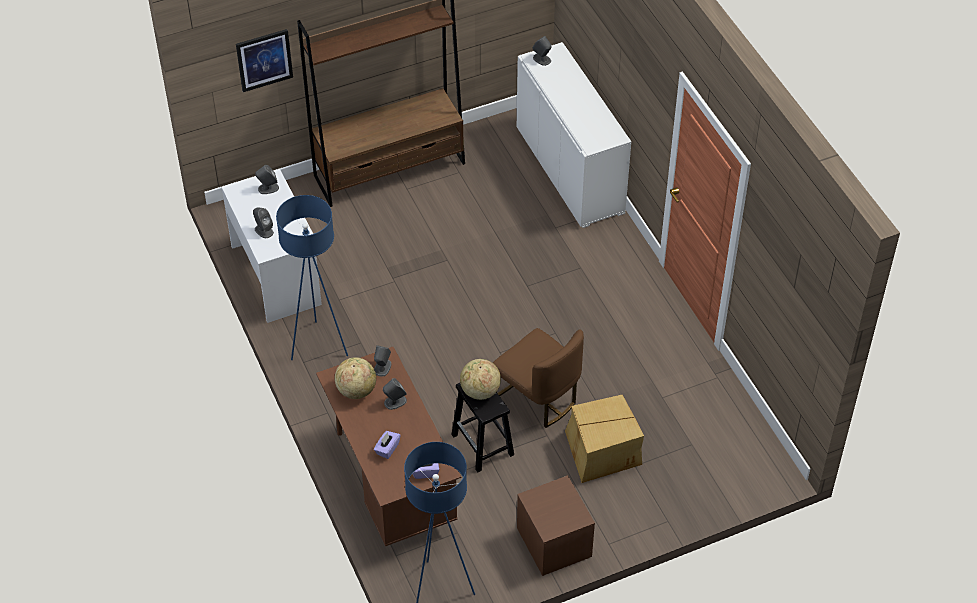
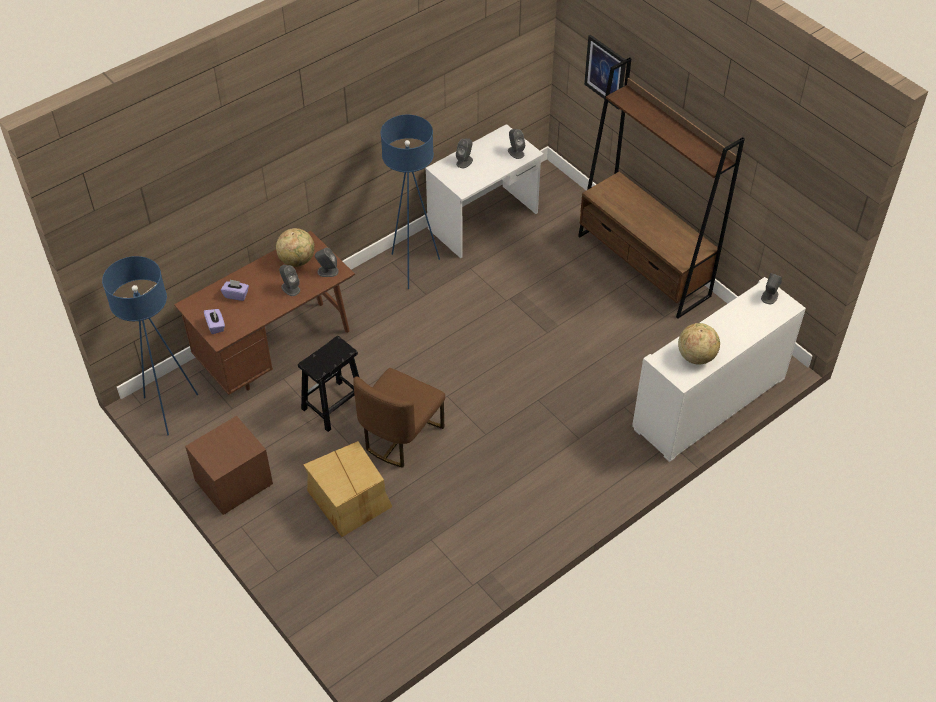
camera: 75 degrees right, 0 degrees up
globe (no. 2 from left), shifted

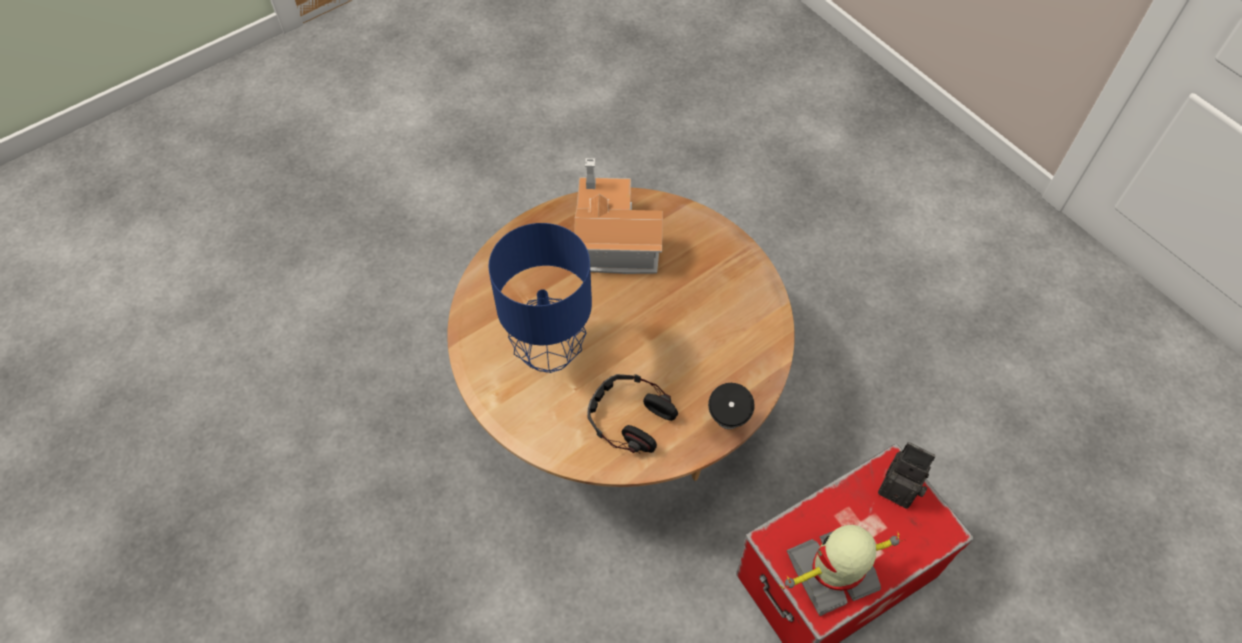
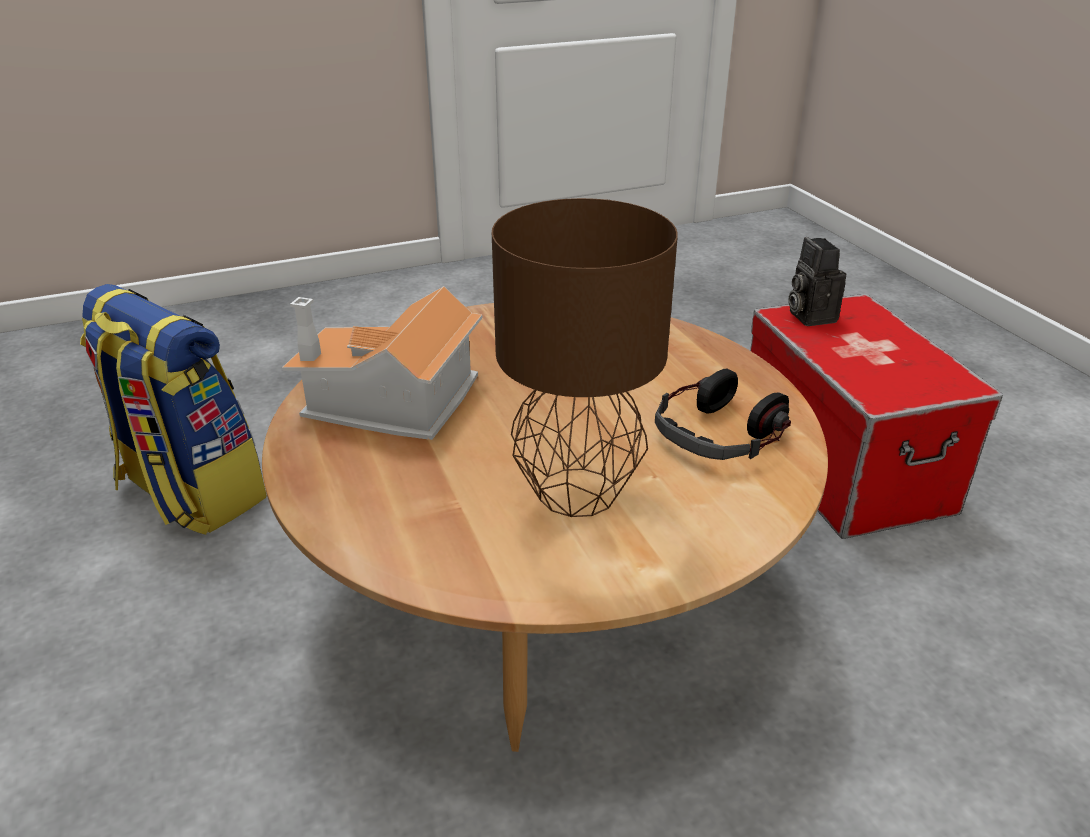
camera: 75 degrees left, 25 degrees down
table lamp (blue) → table lamp (brown)
cup → -
photo camera, 60 degrees counterclockwise
toy robot → -
- → backpack

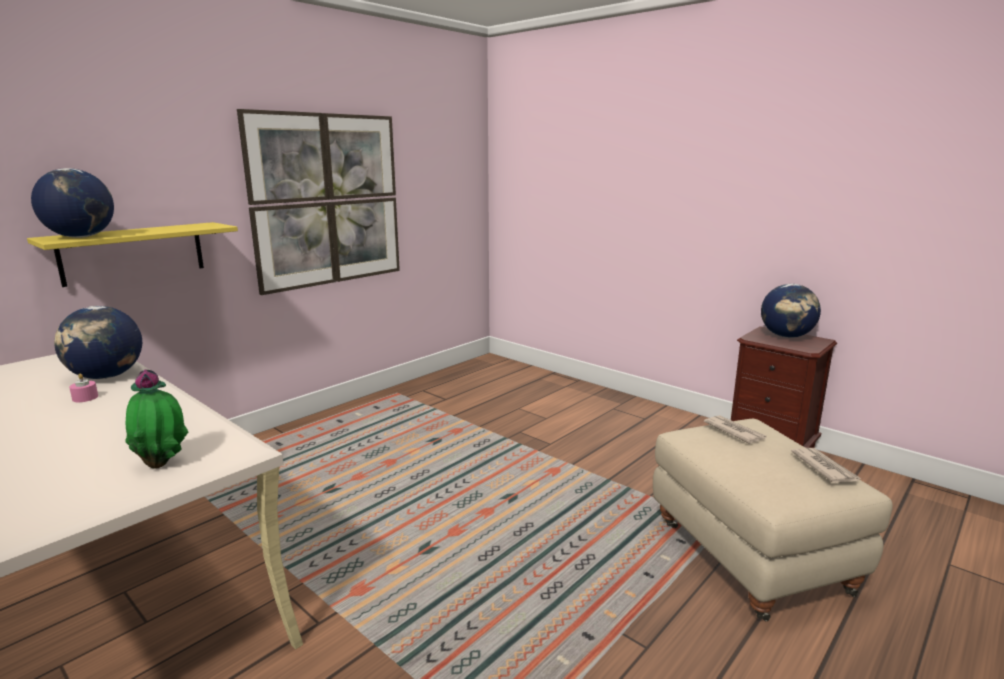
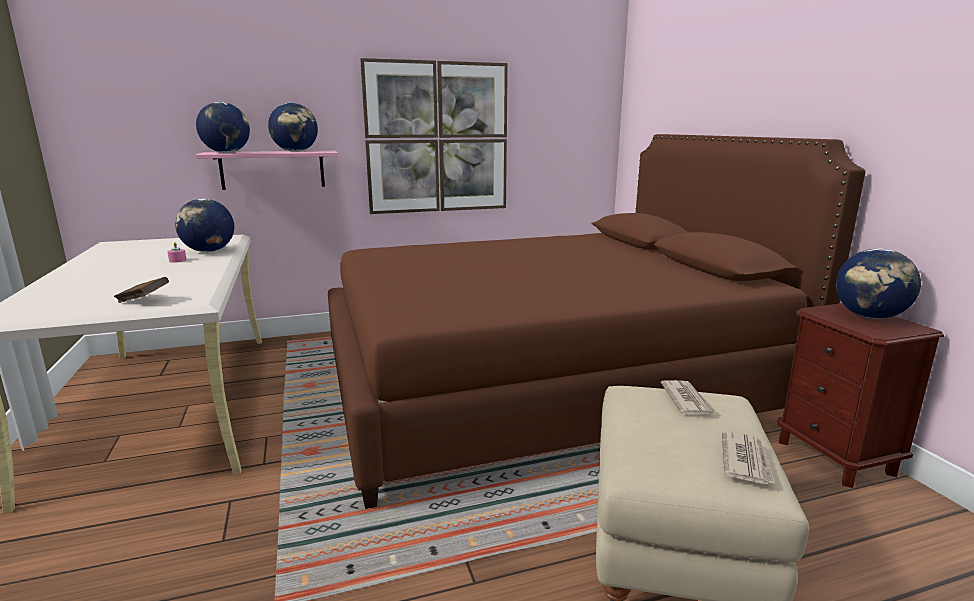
camera: 30 degrees right, 0 degrees up
shelf (yellow) → shelf (pink)
potted plant → book (brown)
- → globe (no. 3 from left)
- → bed (brown)

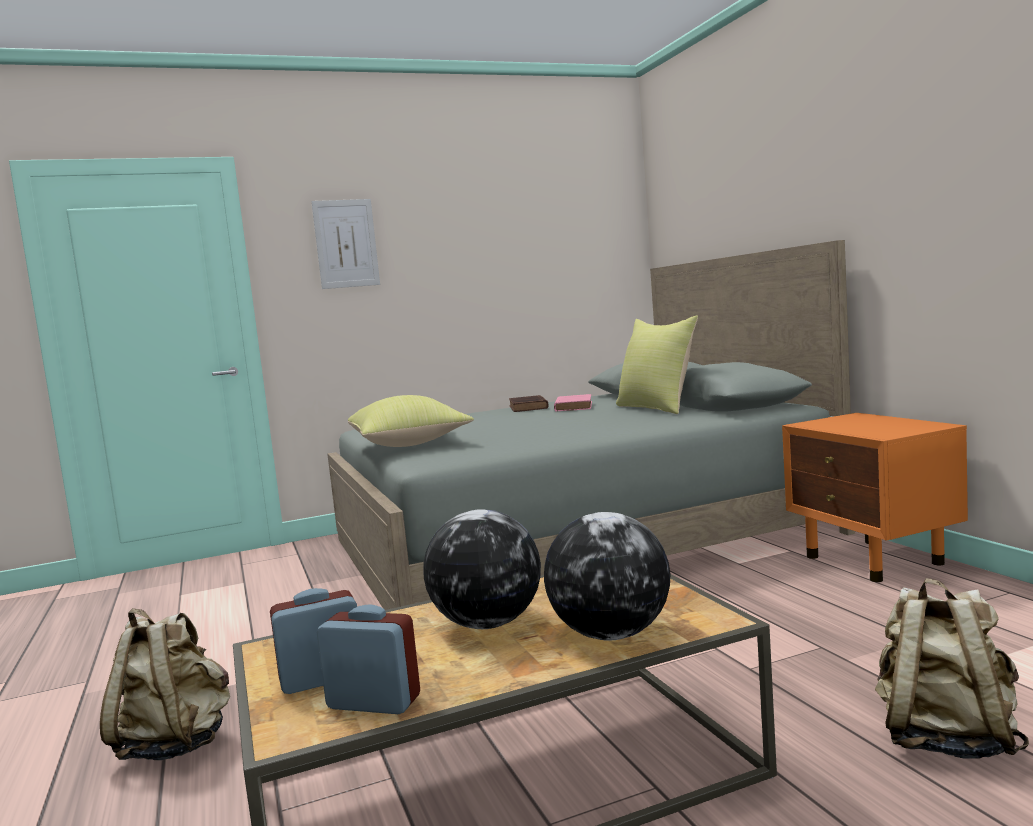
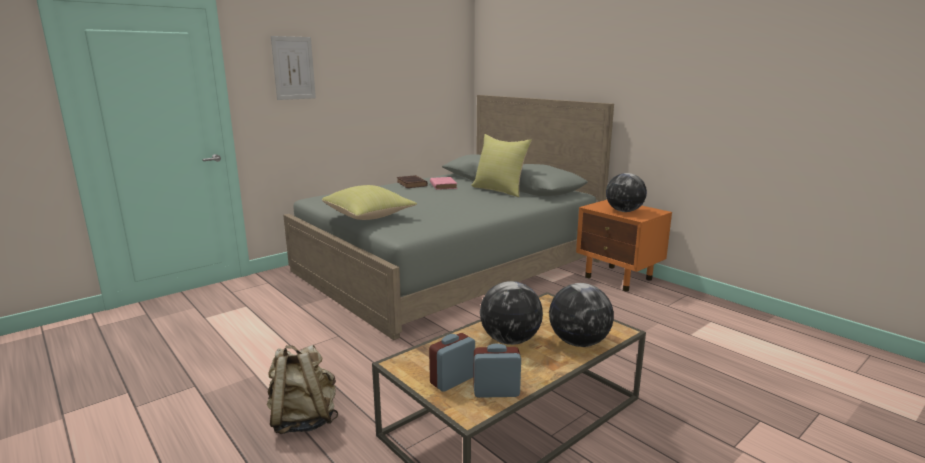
camera: 20 degrees left, 10 degrees up
backpack (beige) (no. 2 from left) → -
- → globe (no. 3 from left)

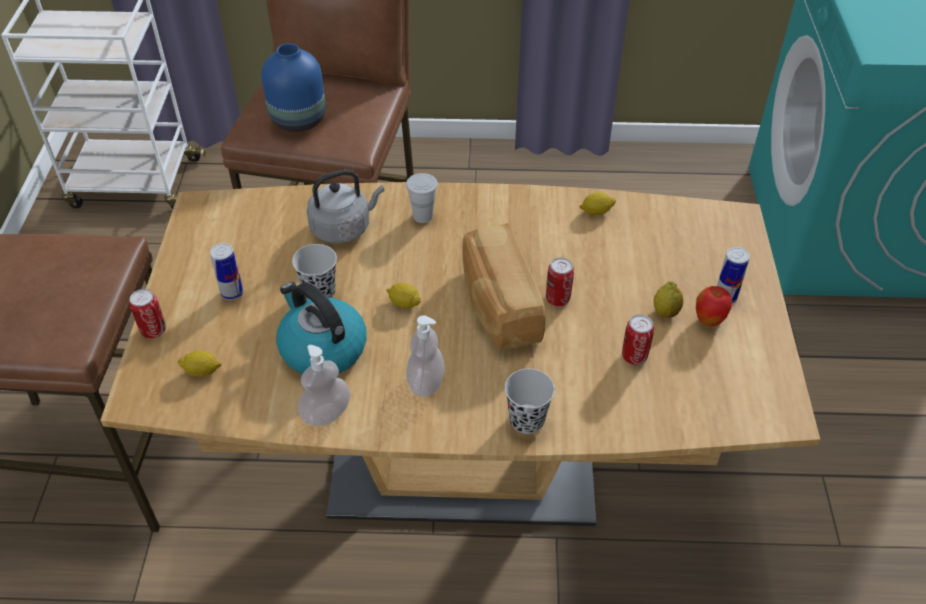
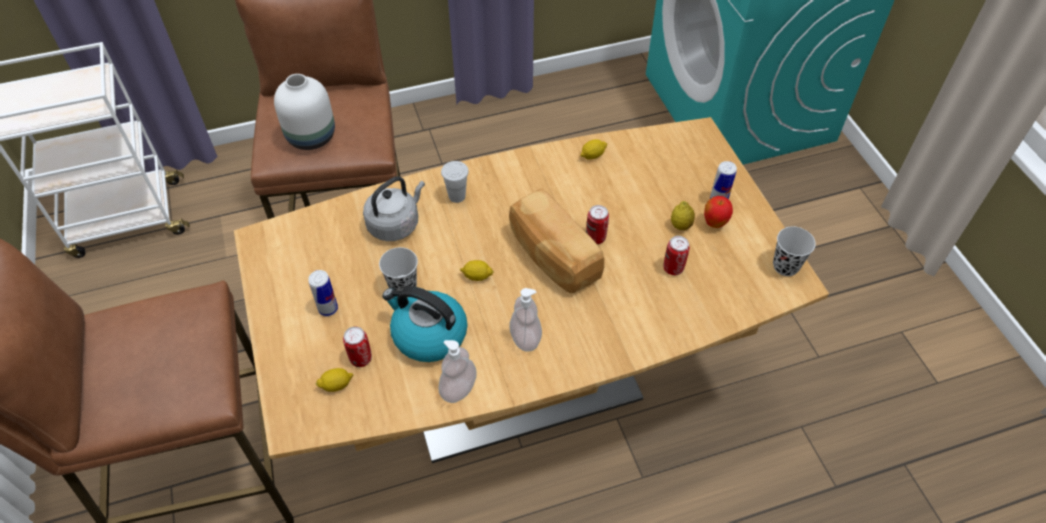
camera: 20 degrees left, 5 degrees up
vase (blue) → vase (white)
can (no. 1 from left in the first image) → can (no. 2 from left), shifted
cup (black) (no. 2 from left), shifted

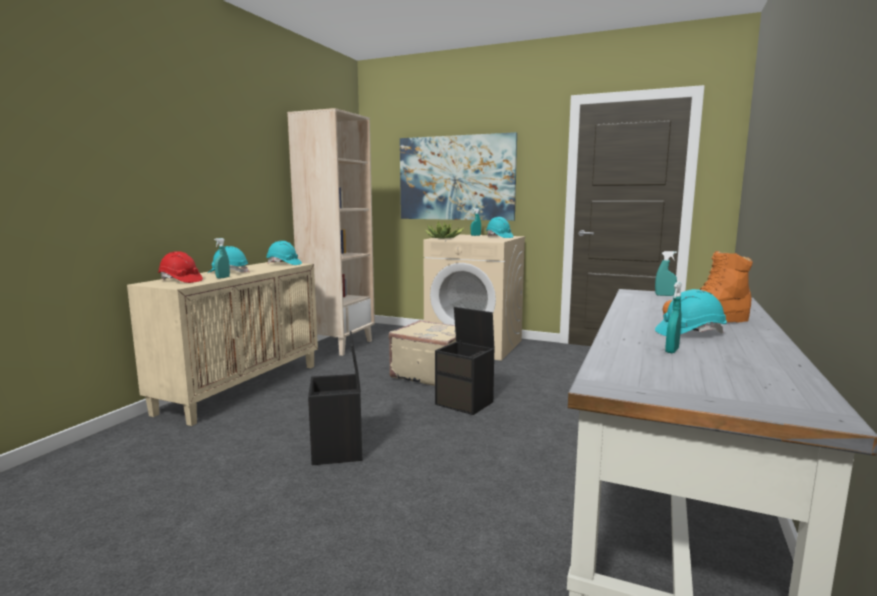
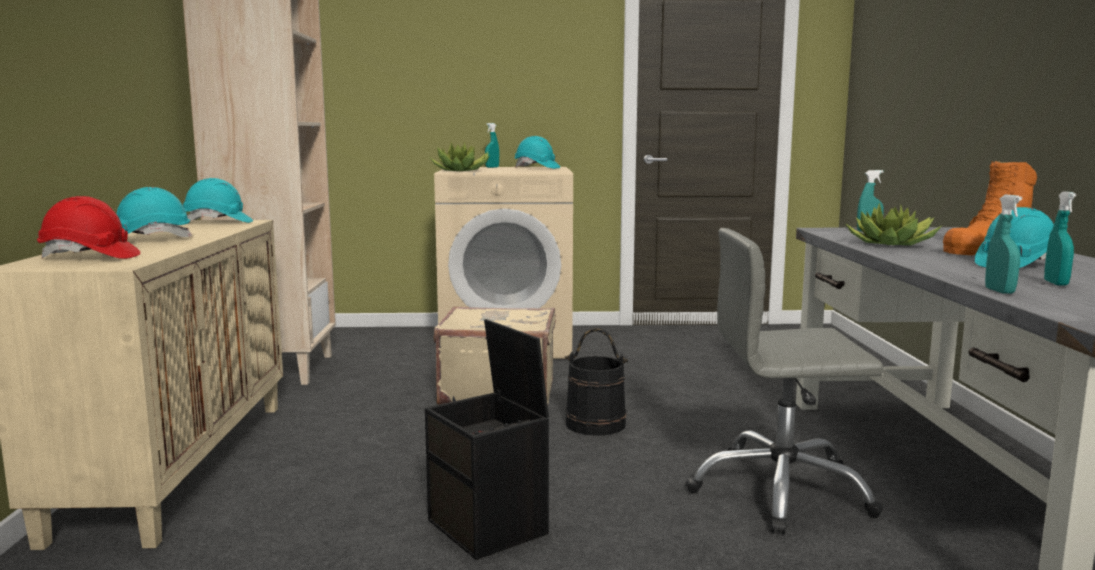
camera: 25 degrees left, 0 degrees up
picture → -
spray bottle (turquoise) (no. 1 from left in the first image) → spray bottle (turquoise) (no. 3 from left), shifted
storage box (black) (no. 2 from left) → bucket (black)
- → potted plant (no. 2 from left)
- → office chair (grey)

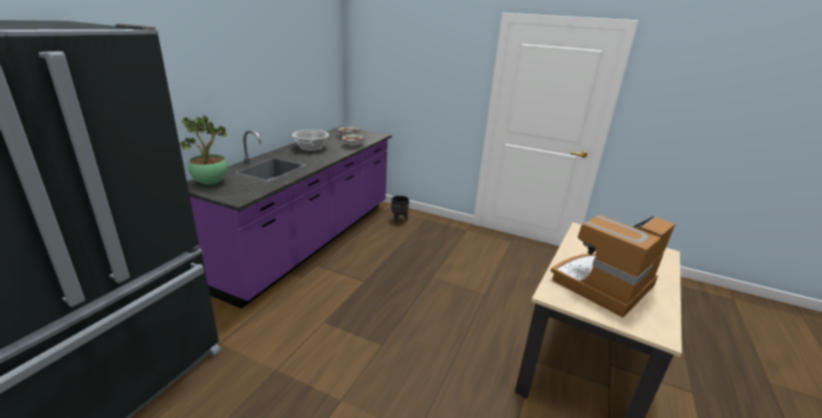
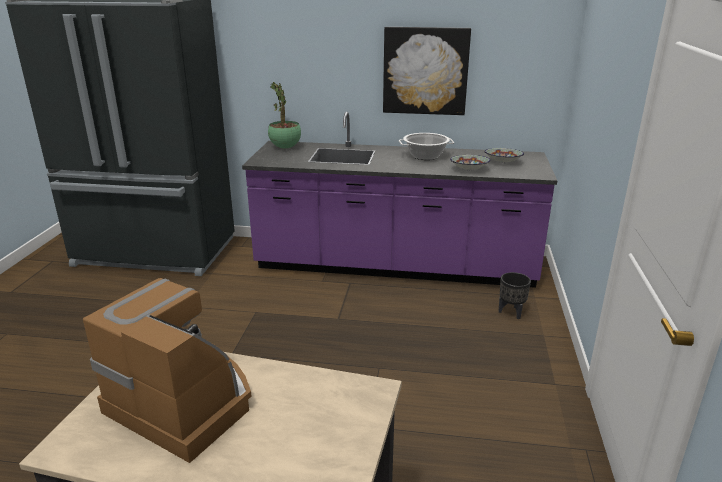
camera: 75 degrees right, 0 degrees up
- → picture

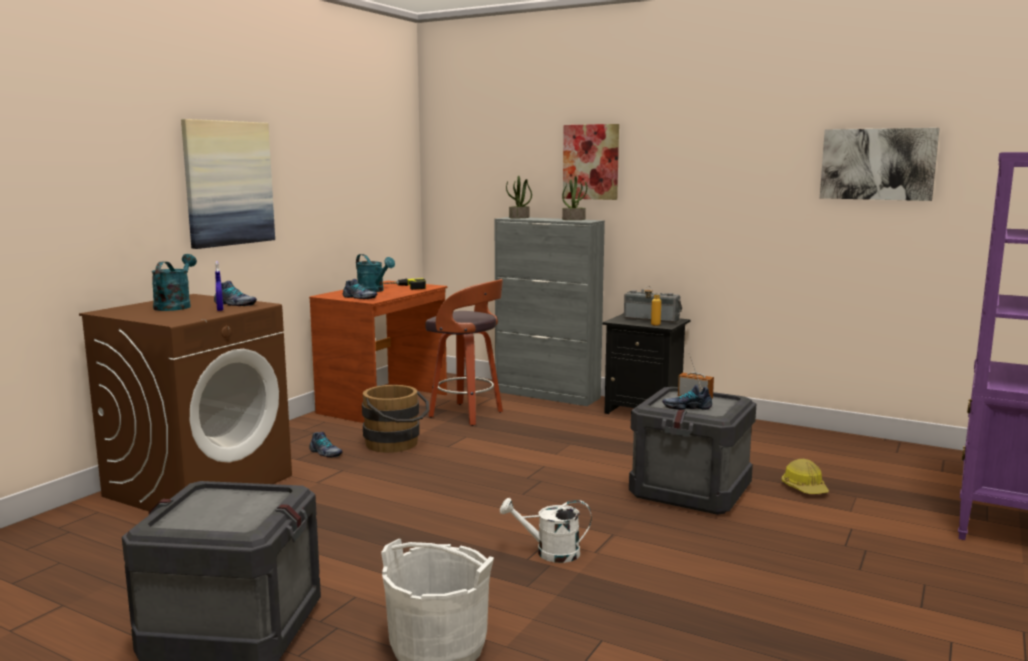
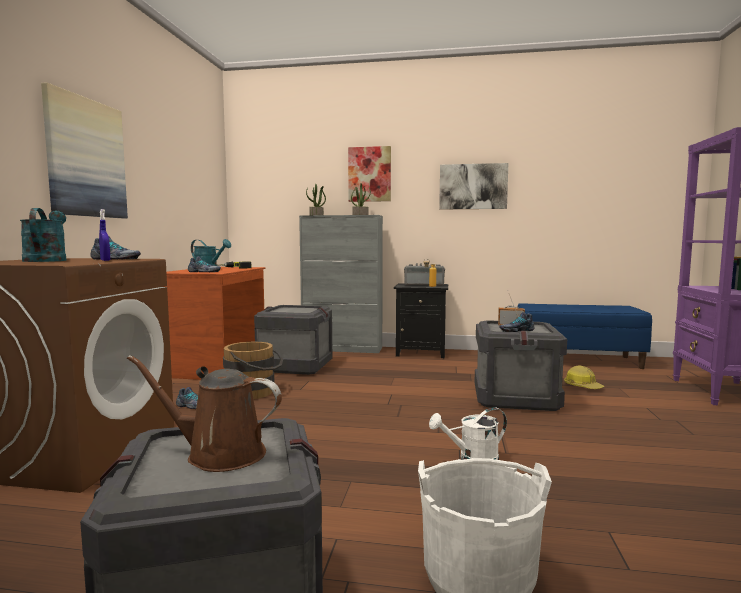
camera: 20 degrees left, 5 degrees down
picture (no. 3 from left), shifted
stool → crate (no. 2 from left)
- → bench (blue)
- → watering can (brown)

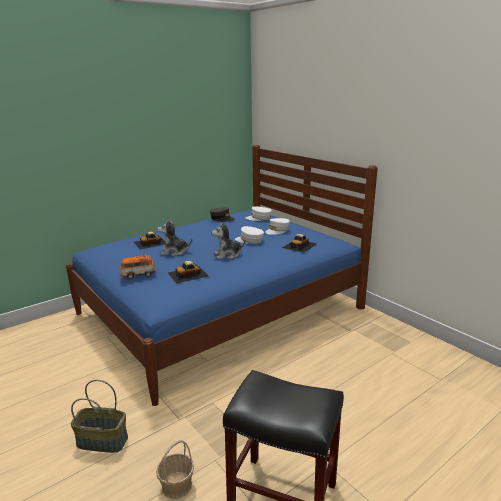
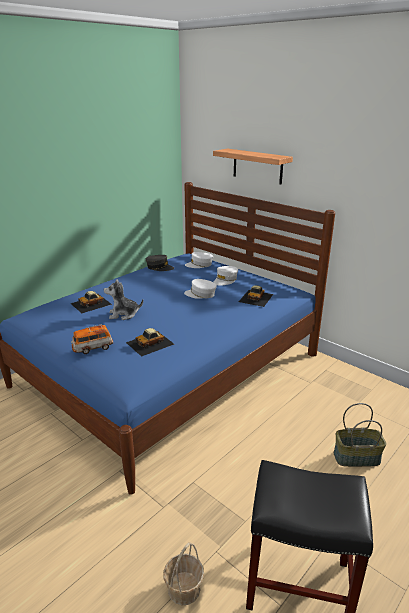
camera: 10 degrees left, 5 degrees up
plush toy (no. 2 from left) → -
basket (no. 1 from left in the first image) → basket (no. 2 from left), shifted
- → shelf

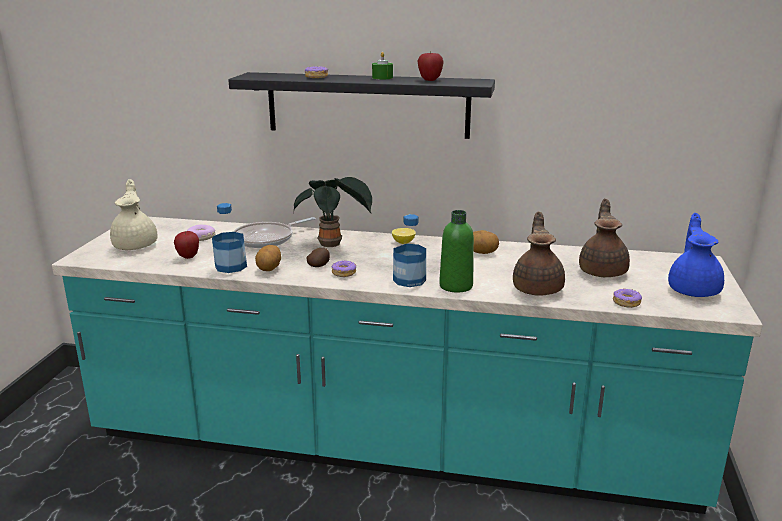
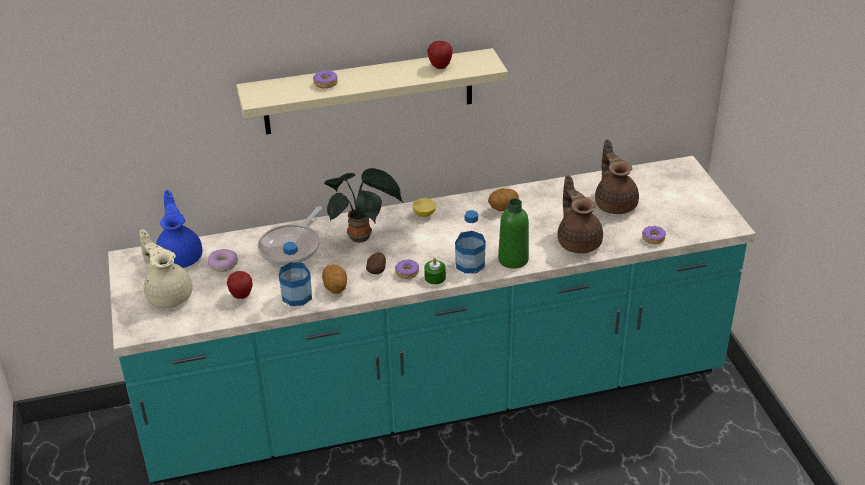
camera: 25 degrees left, 15 degrees up
candle (green), shifted
shelf (black) → shelf (beige)
teapot (blue), shifted

